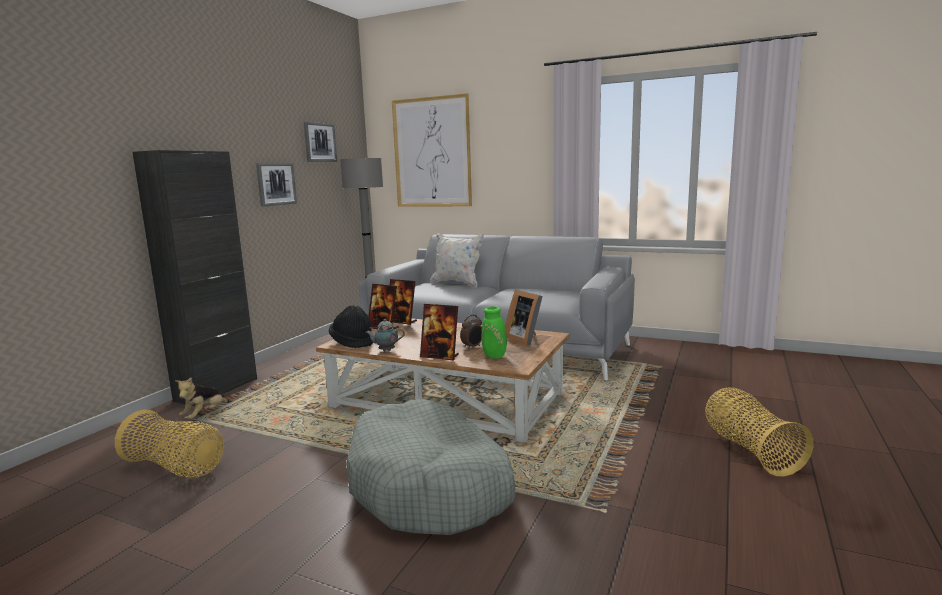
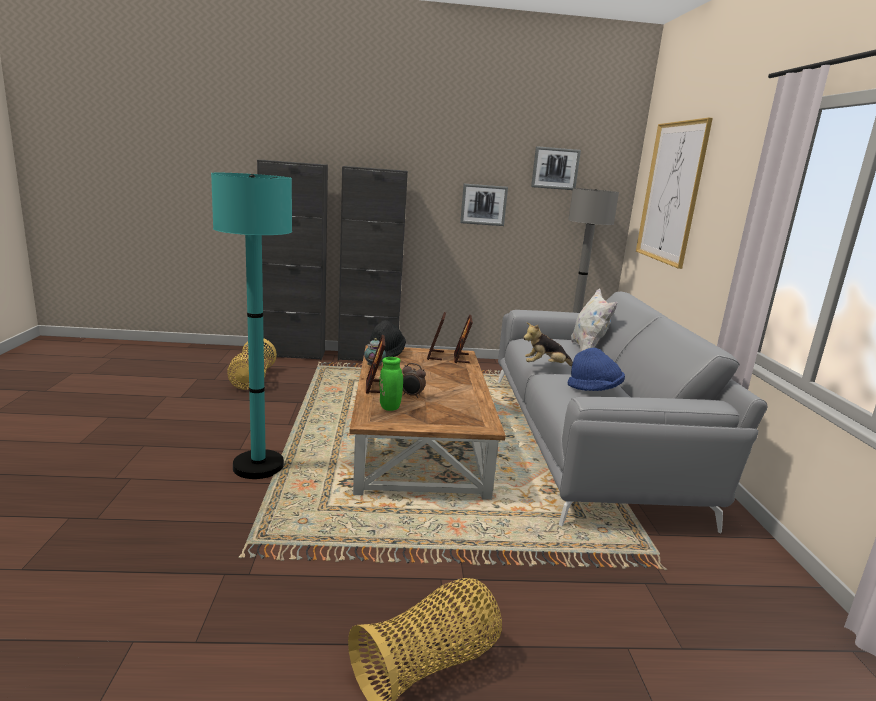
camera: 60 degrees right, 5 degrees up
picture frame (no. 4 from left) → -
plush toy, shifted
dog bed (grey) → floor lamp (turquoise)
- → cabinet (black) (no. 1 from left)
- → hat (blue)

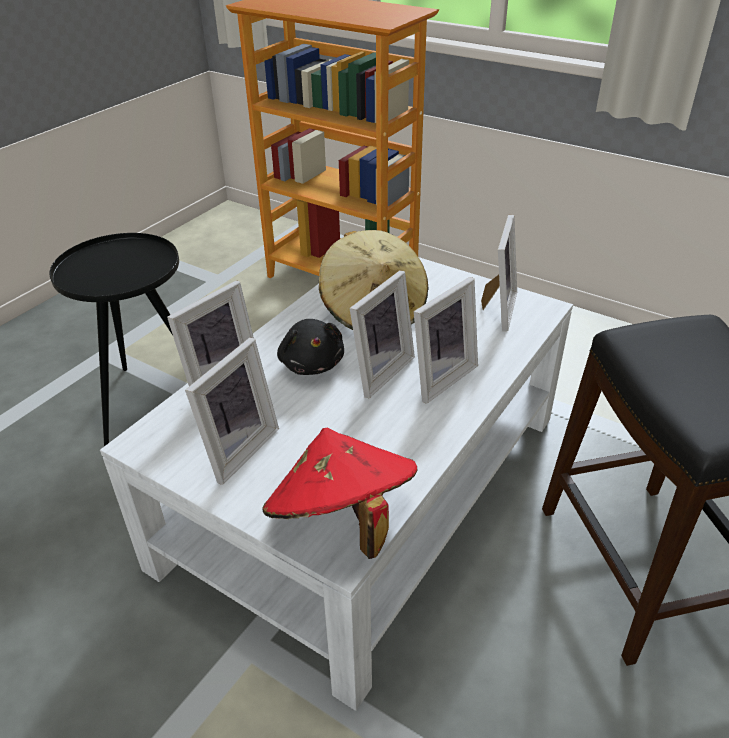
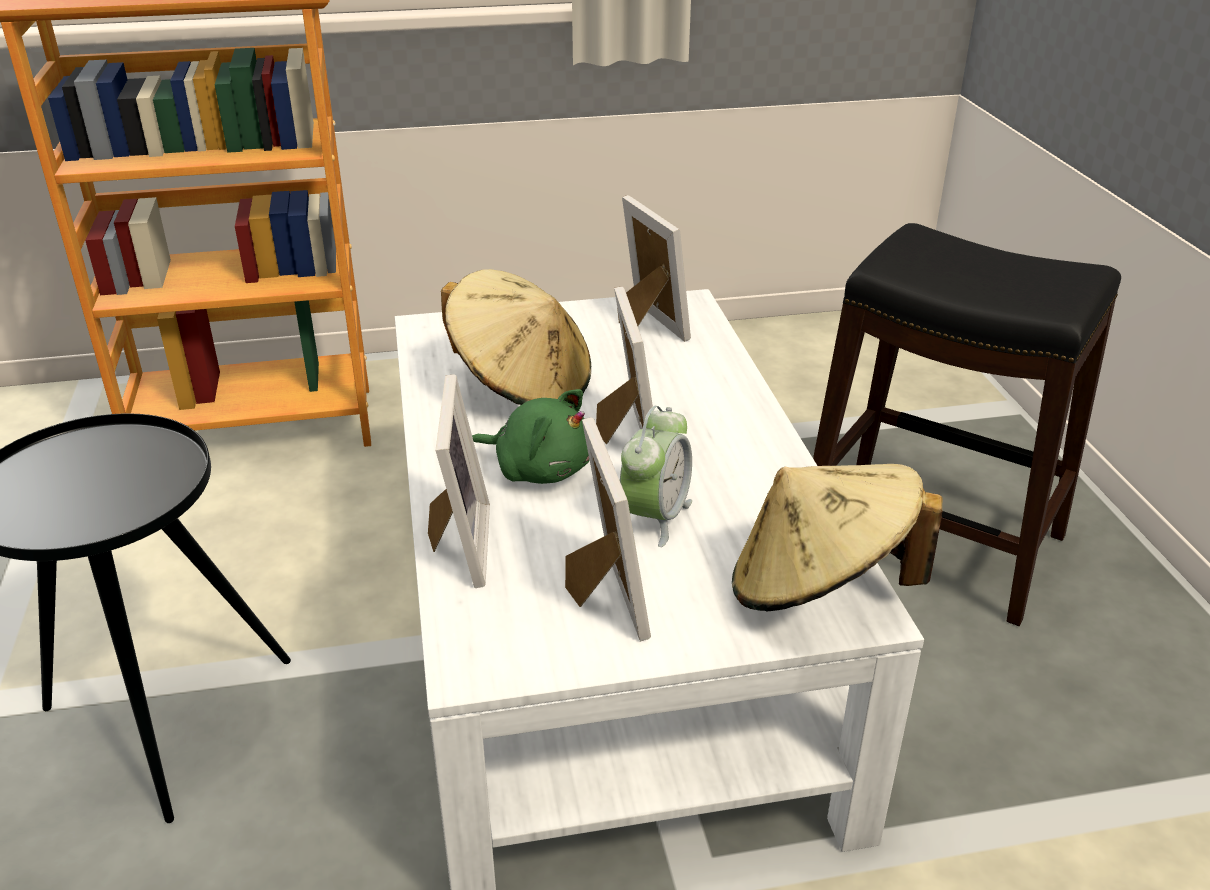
camera: 45 degrees left, 5 degrees down
picture frame (no. 4 from left) → -
plush toy (black) → plush toy (green)
hat (red) → hat (beige) (no. 2 from left)
- → alarm clock

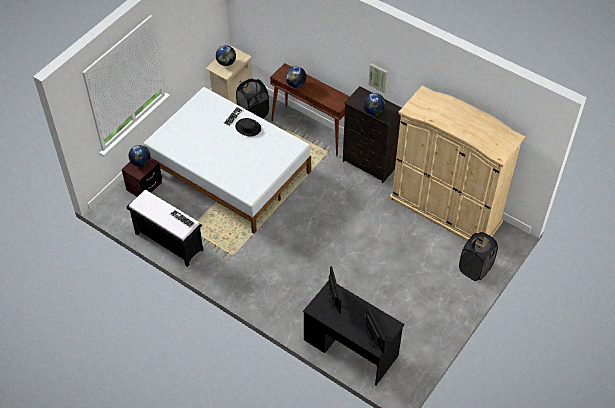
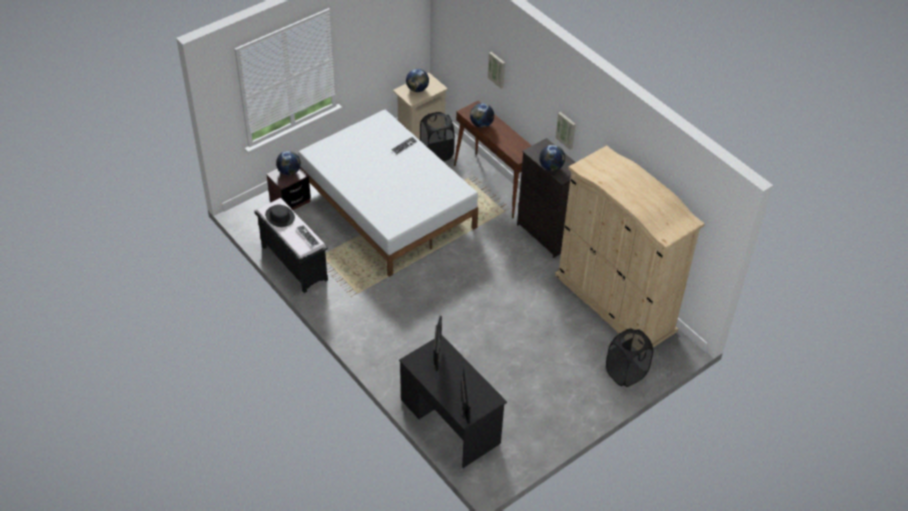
camera: 15 degrees right, 5 degrees down
hat (black), shifted
- → picture (no. 1 from left)

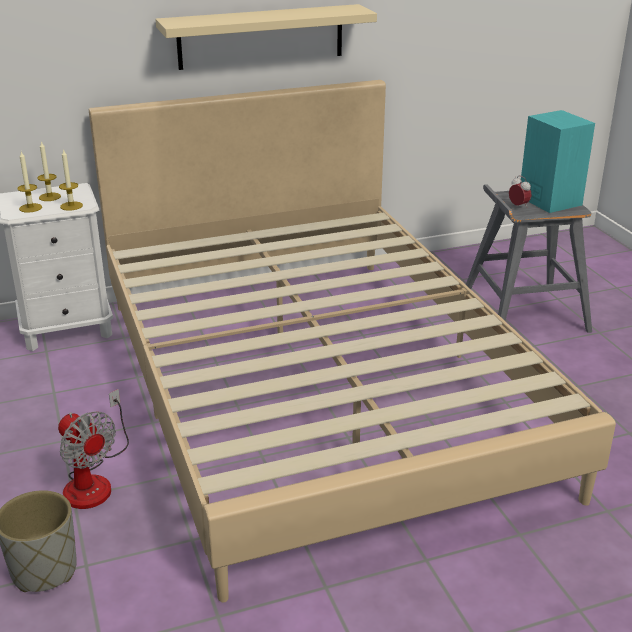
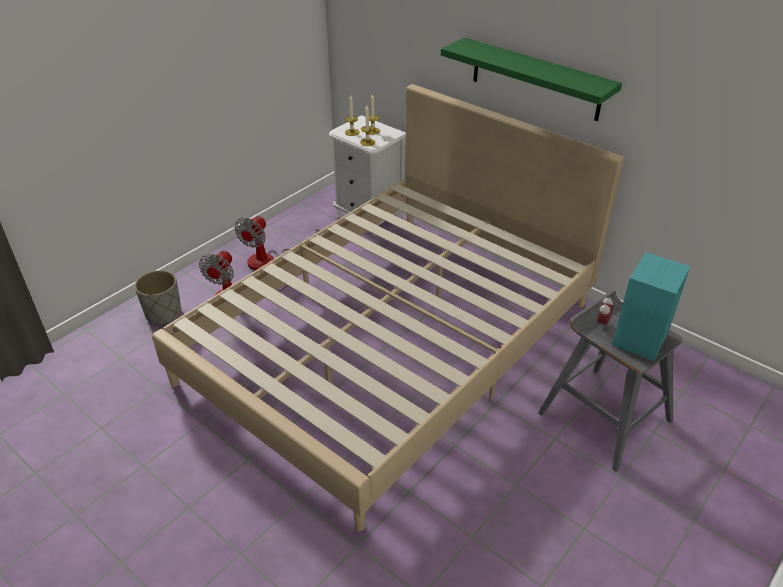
camera: 60 degrees right, 10 degrees up
shelf (beige) → shelf (green)
- → fan (no. 2 from left)

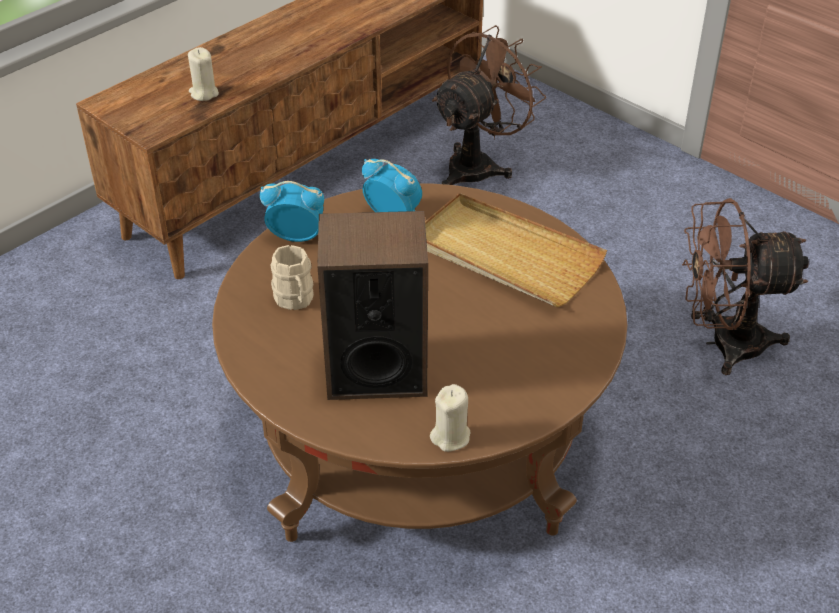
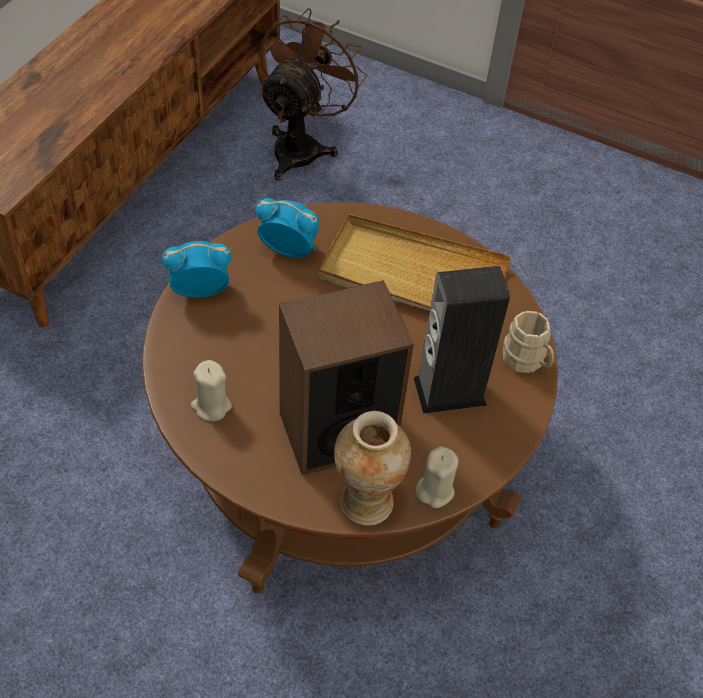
camera: 20 degrees left, 10 degrees up
candle (beige) (no. 1 from left), shifted
fan (brown) (no. 2 from left) → -
mug (beige), shifted
- → speaker (no. 2 from left)
- → vase

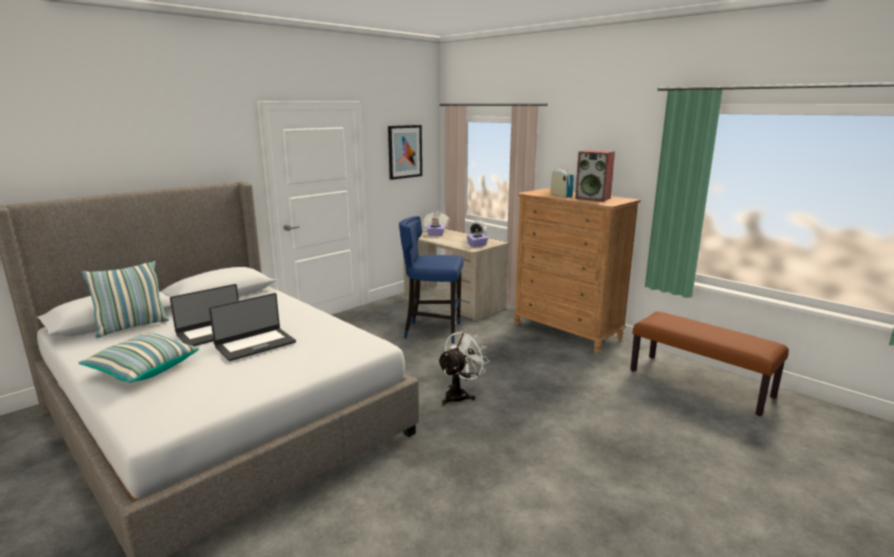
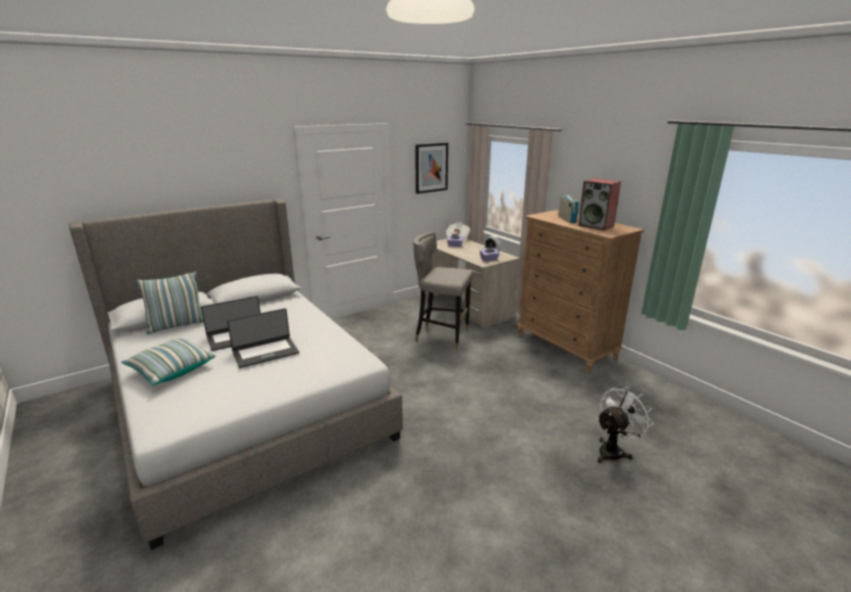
camera: 10 degrees right, 5 degrees up
stool (blue) → stool (grey)
bench (brown) → -
fan (white), shifted

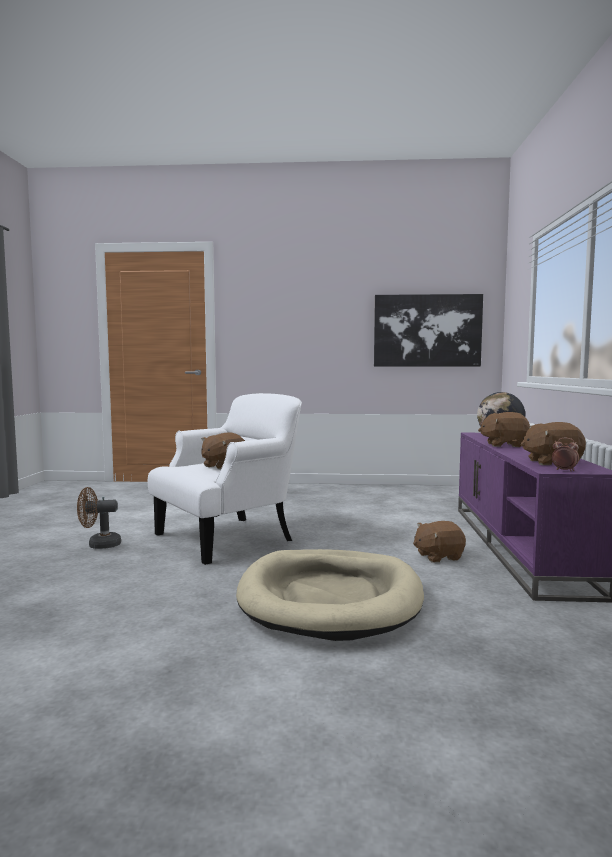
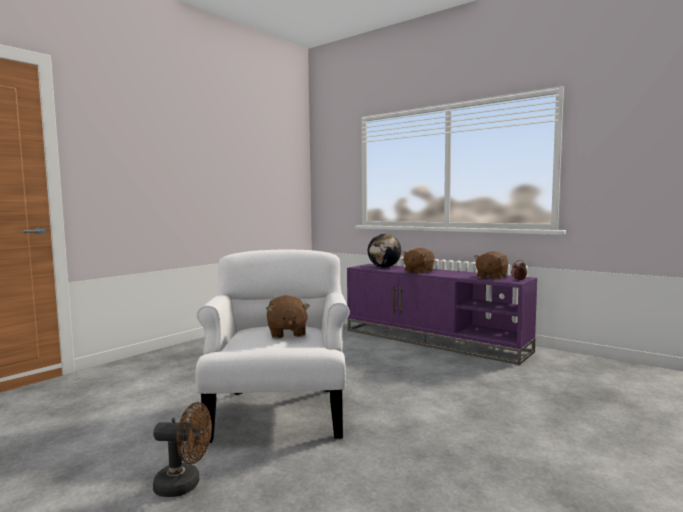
camera: 55 degrees left, 0 degrees up
picture → -
fan (brown), 105 degrees counterclockwise
plush toy (brown) (no. 2 from left) → -
dog bed (beige) → -

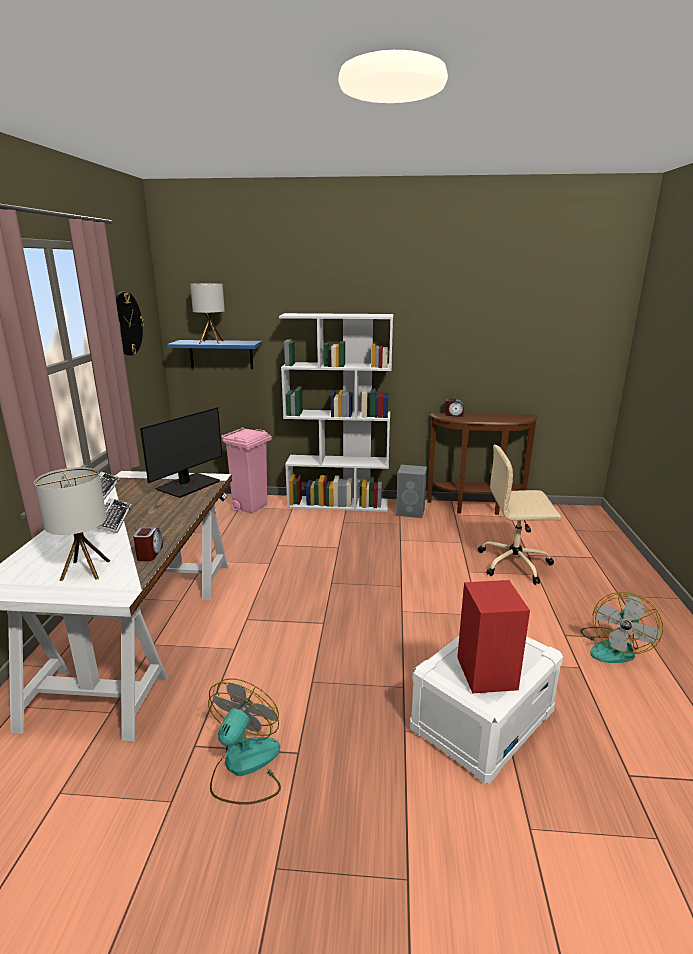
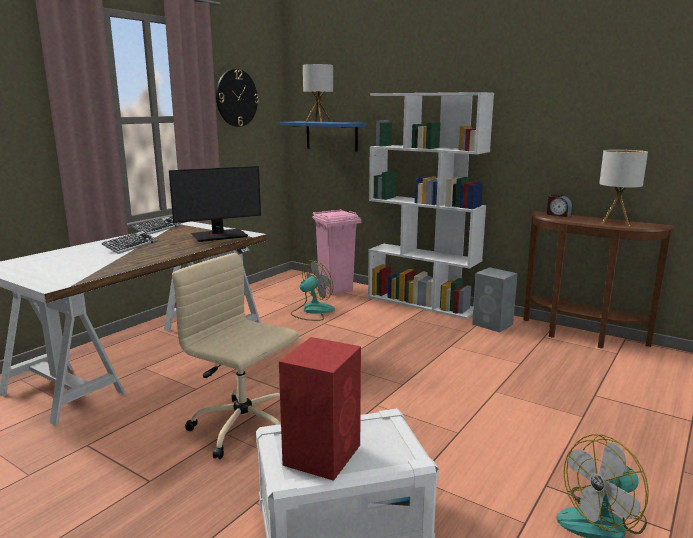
camera: 30 degrees right, 5 degrees down
office chair (beige), shifted
table lamp (no. 1 from left in the first image) → table lamp (no. 2 from left), shifted
alarm clock (no. 1 from left) → -
fan (no. 1 from left), shifted

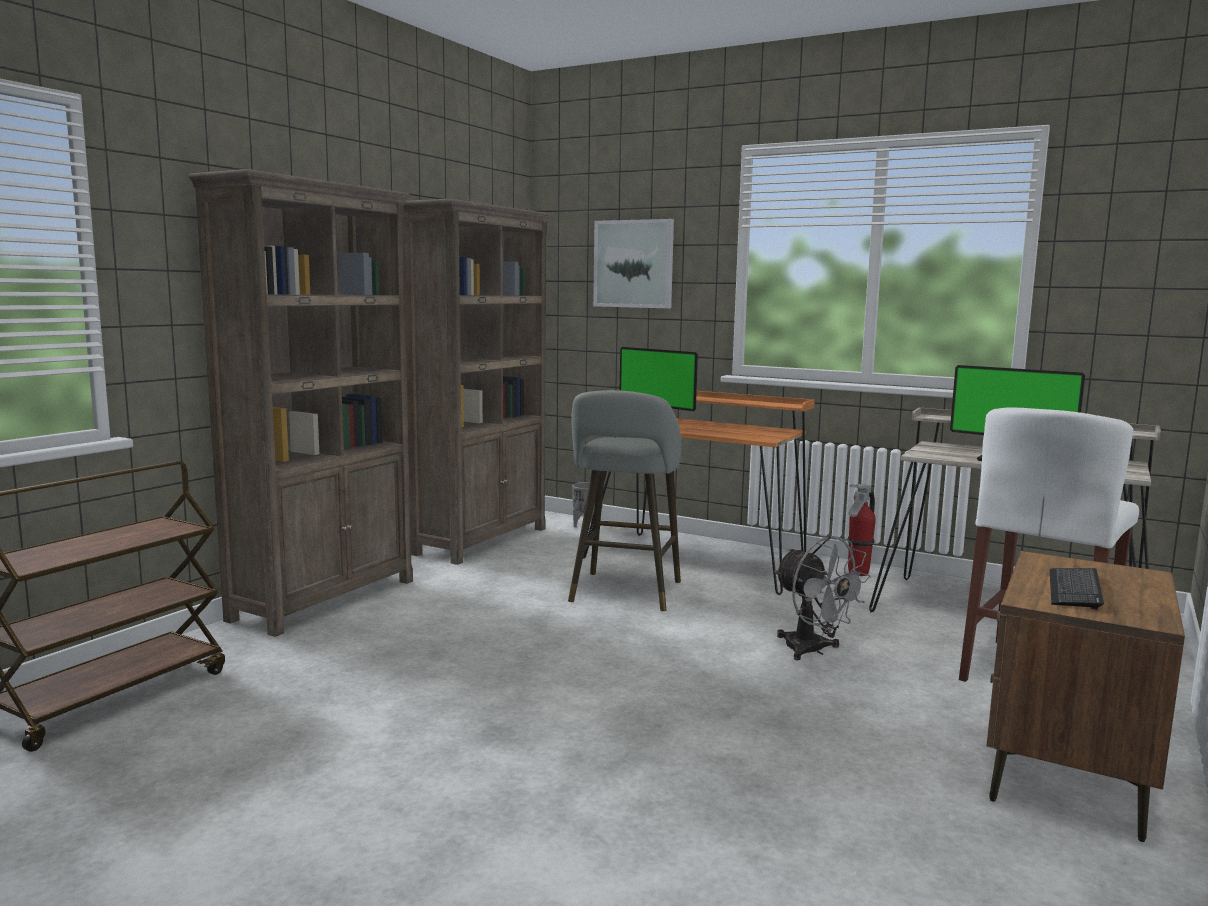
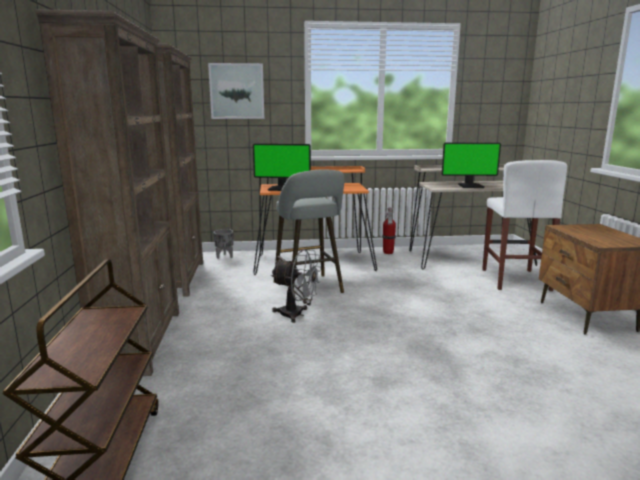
camera: 35 degrees left, 5 degrees up
fan (grey), shifted
keyboard → -

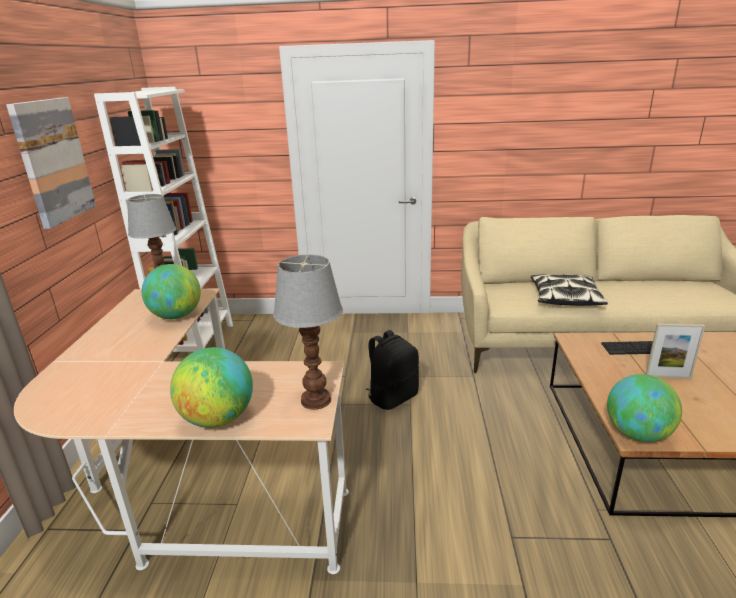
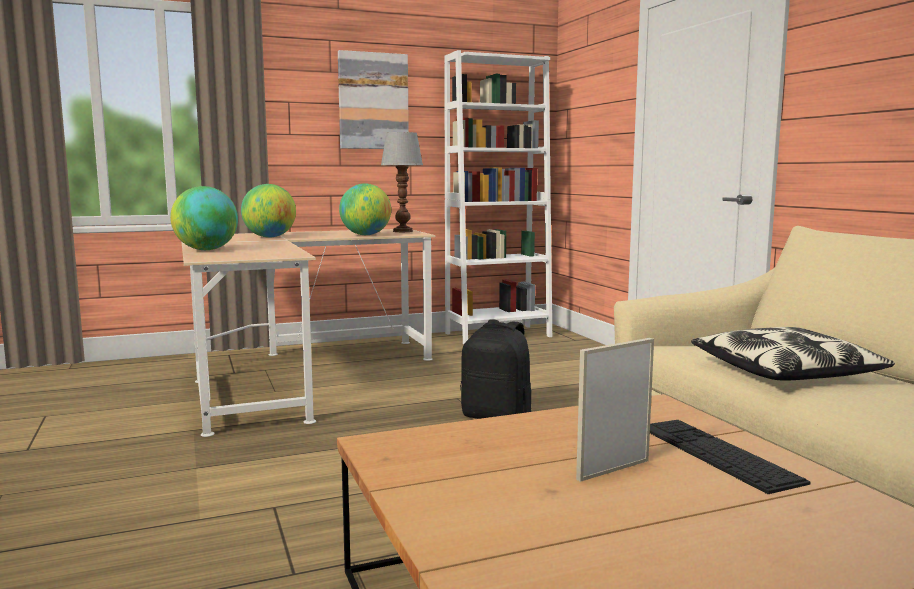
camera: 65 degrees right, 15 degrees down
table lamp (no. 2 from left) → -
picture frame, 75 degrees clockwise
globe (no. 3 from left in the first image) → globe (no. 2 from left), shifted

